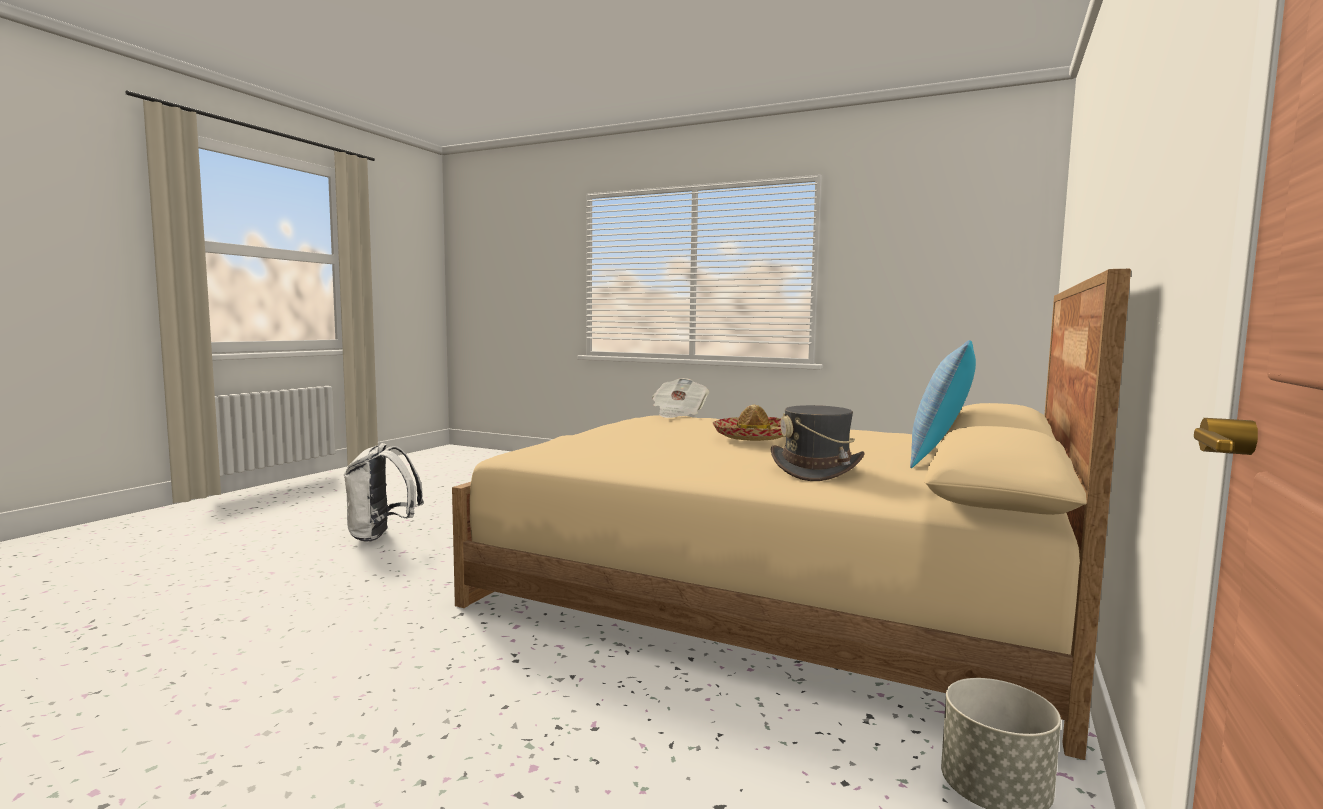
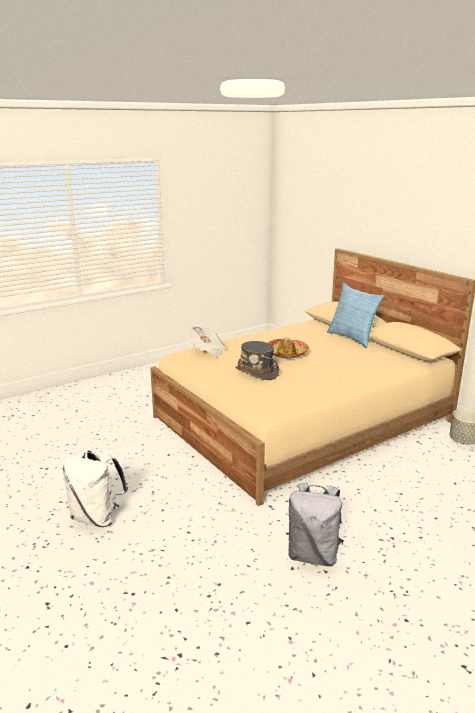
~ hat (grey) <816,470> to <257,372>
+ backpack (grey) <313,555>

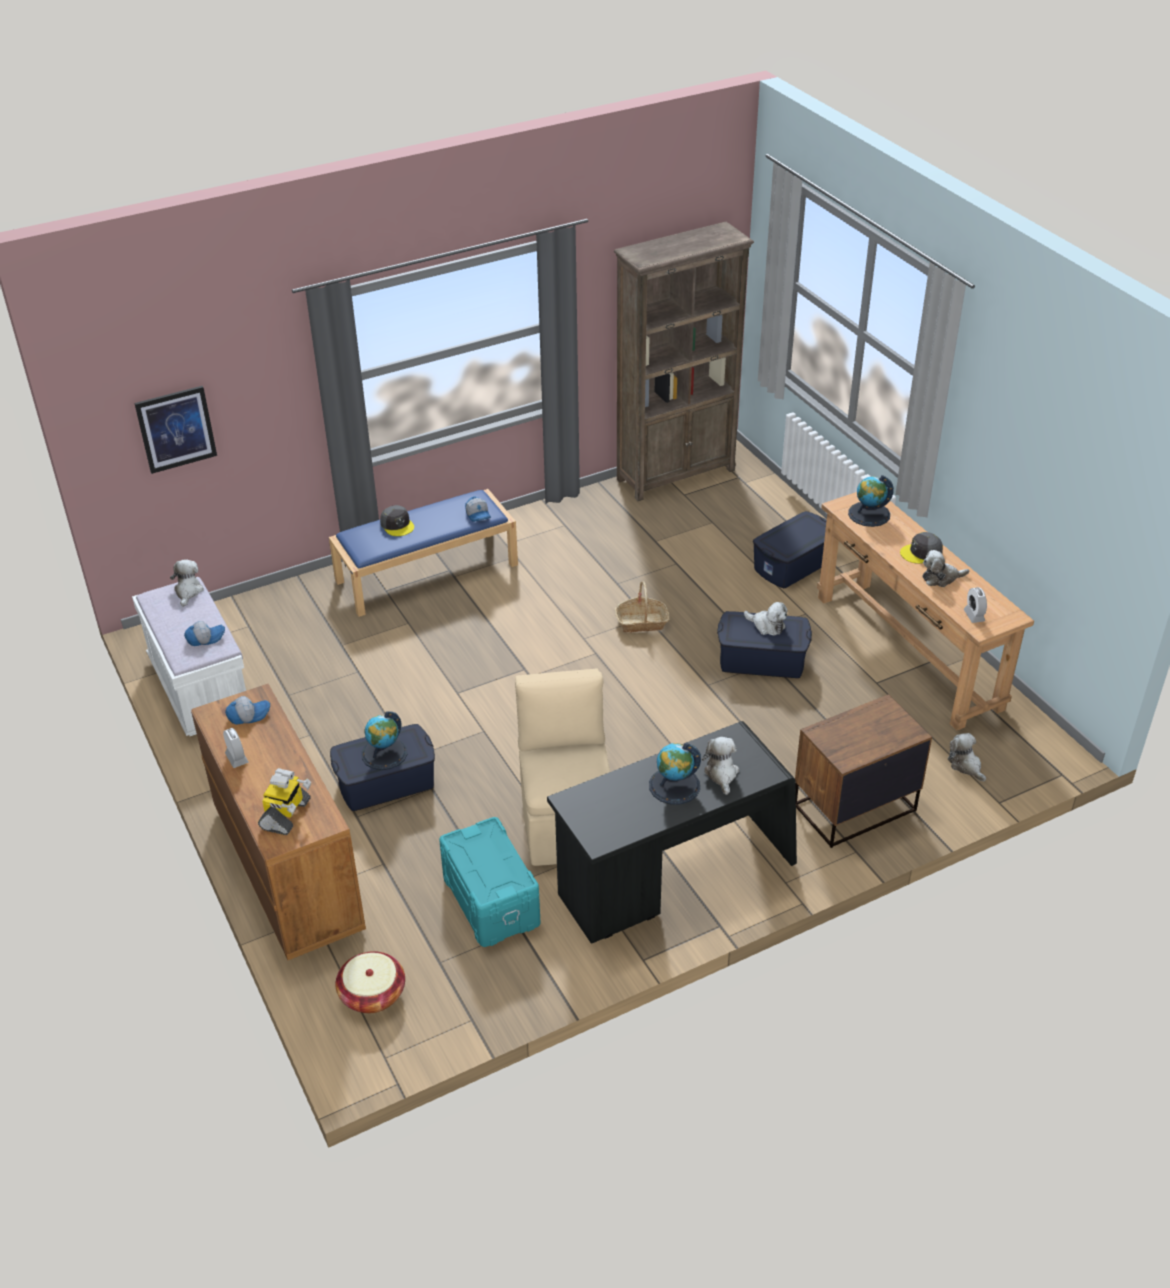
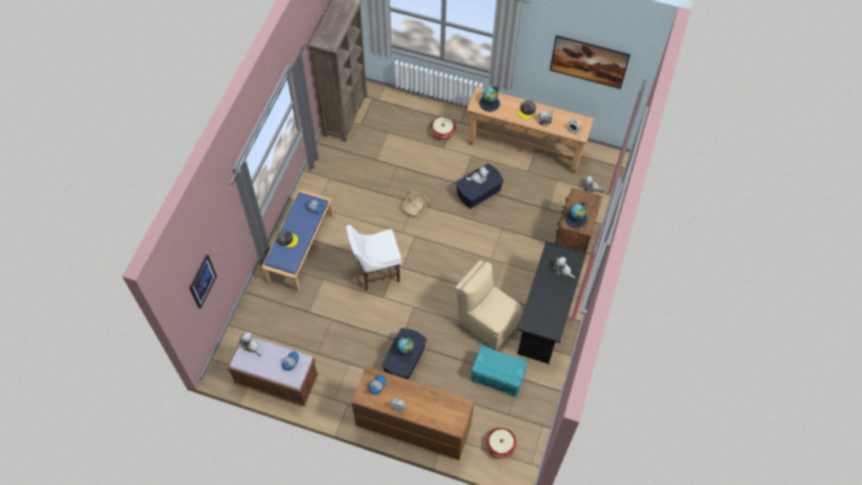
~ storage box (blue-coloured) <794,565> to household basket <442,132>
~ long seat (white-coloured) <200,689> to long seat (brownish) <276,380>
~ world globe <674,786> to <576,219>
- toy robot <286,815>
+ wall art <587,70>
+ upright chair (white-coloured) <376,272>

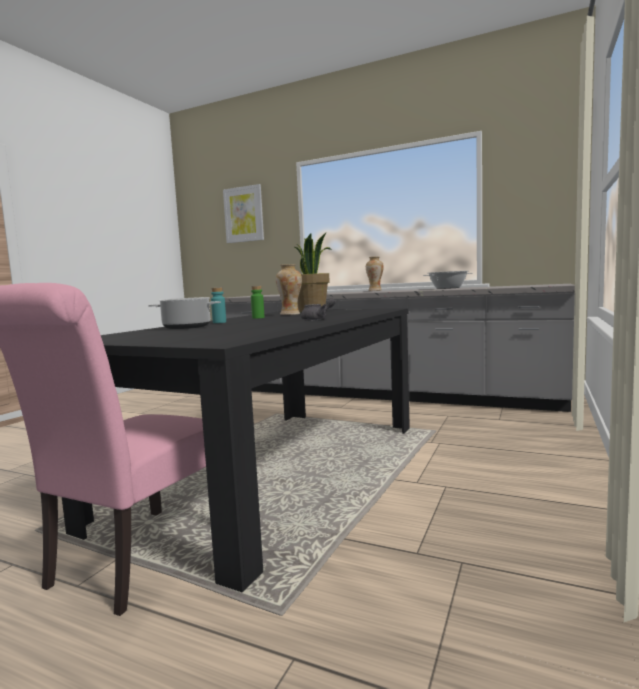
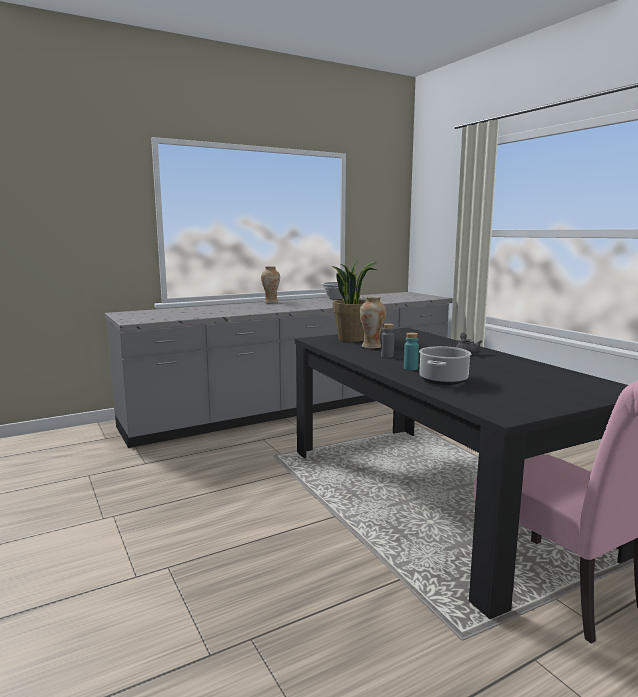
- wall art <244,214>
~ bottle (green) <258,318> to bottle (grey) <387,356>

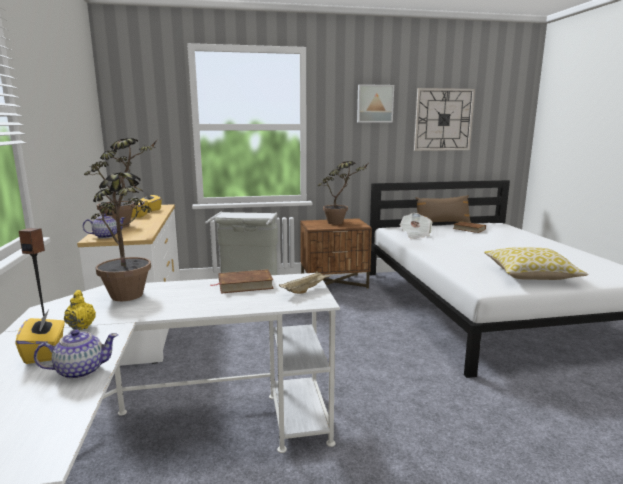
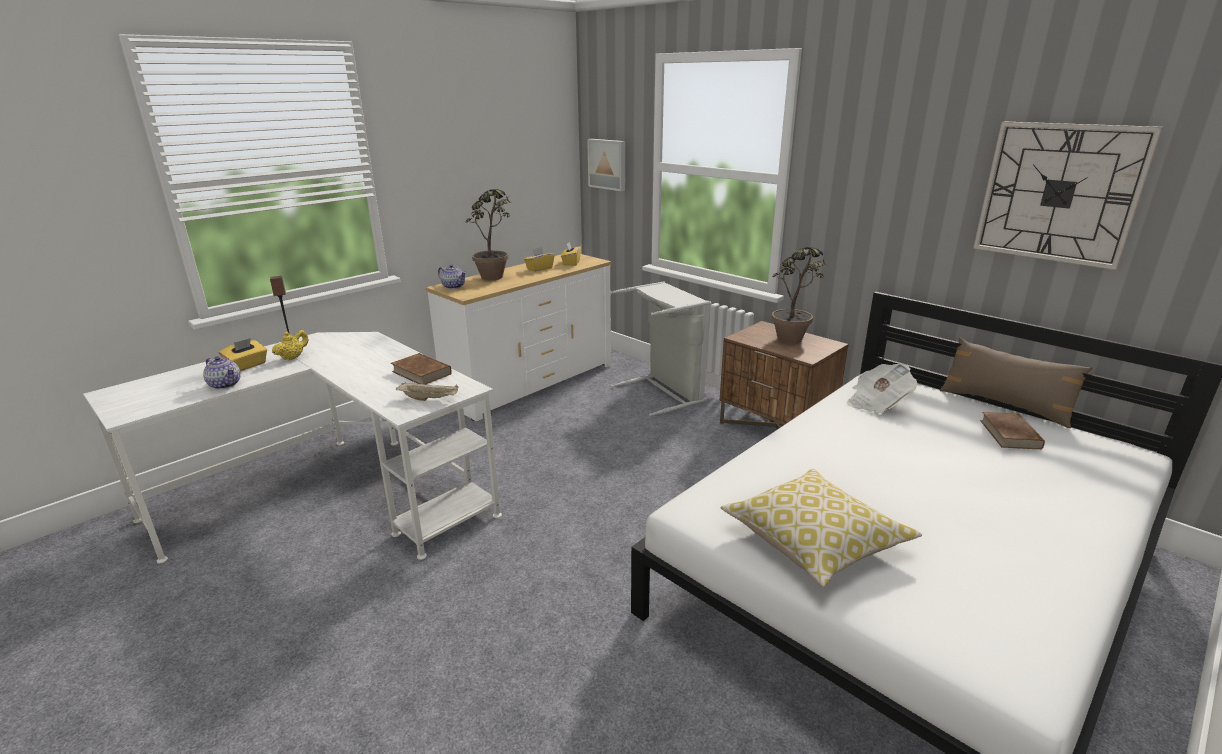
~ wall art <374,103> to <608,164>
- potted plant <129,299>

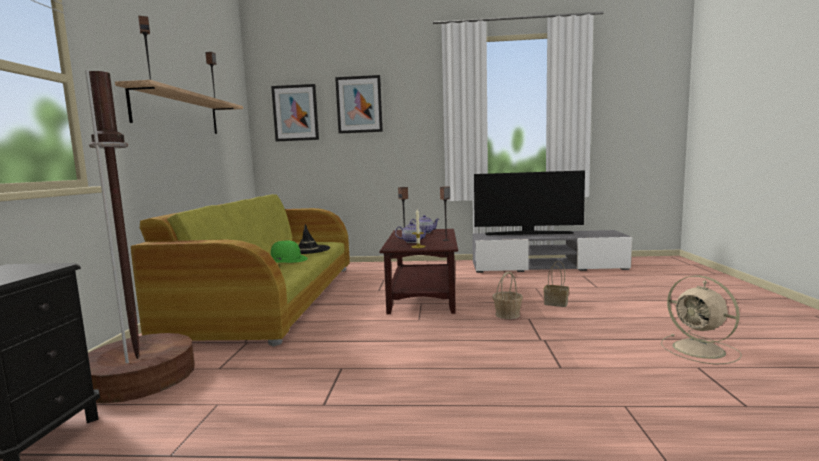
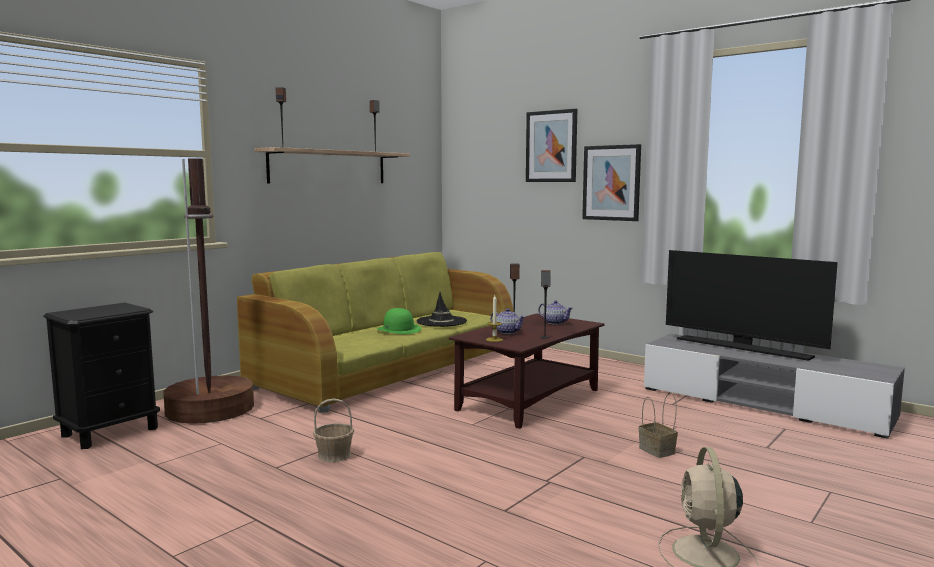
~ wall art <295,113> to <611,183>
~ household basket <507,314> to <334,455>

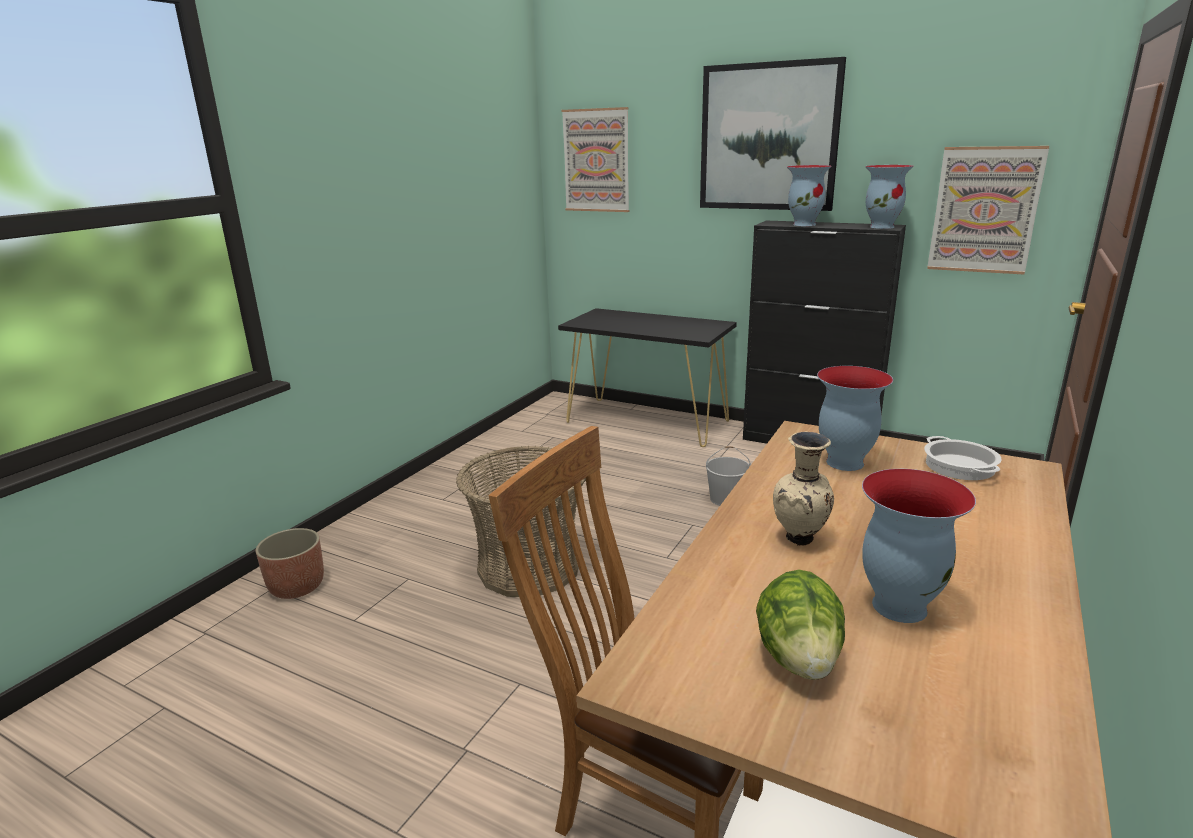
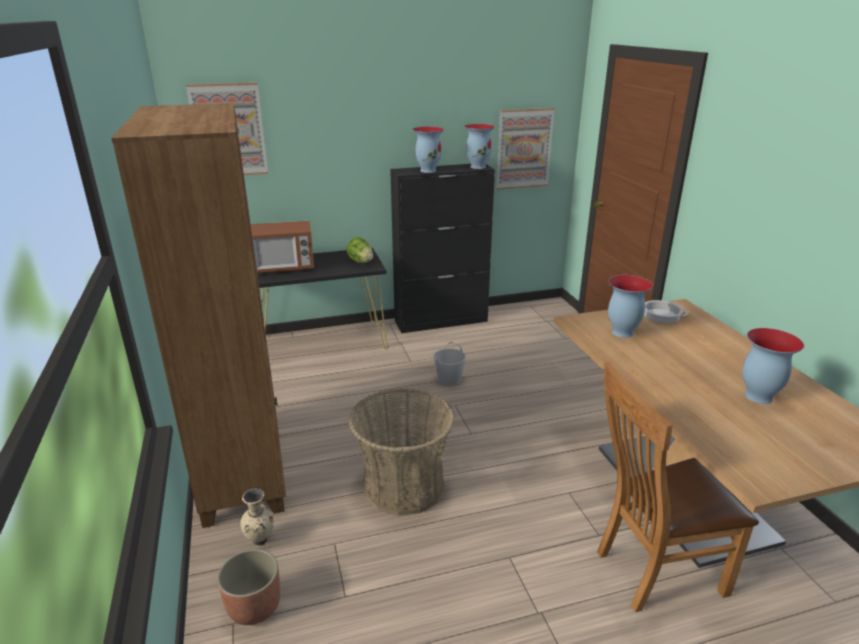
- wall art <768,137>
~ decorative vase (sand-coloured) <800,540> to <260,541>
~ lettuce <798,658> to <360,262>
+ shelving unit (brownish) <244,466>
+ microwave <284,267>

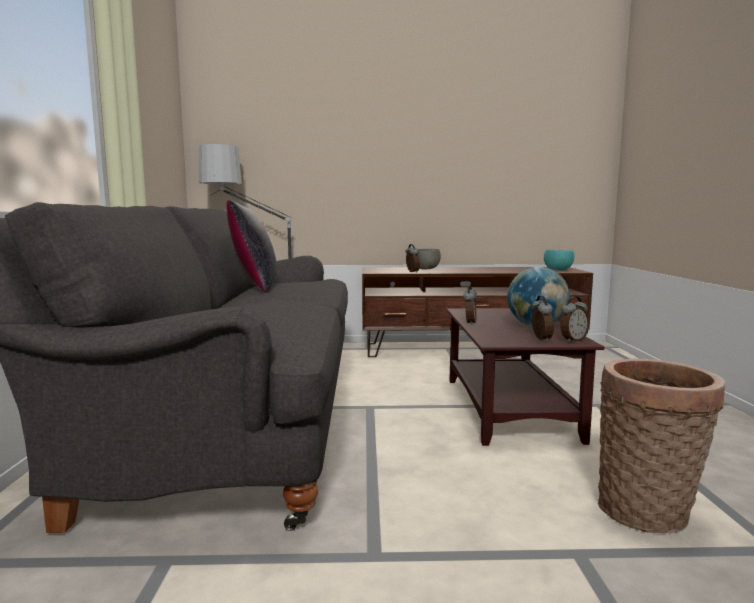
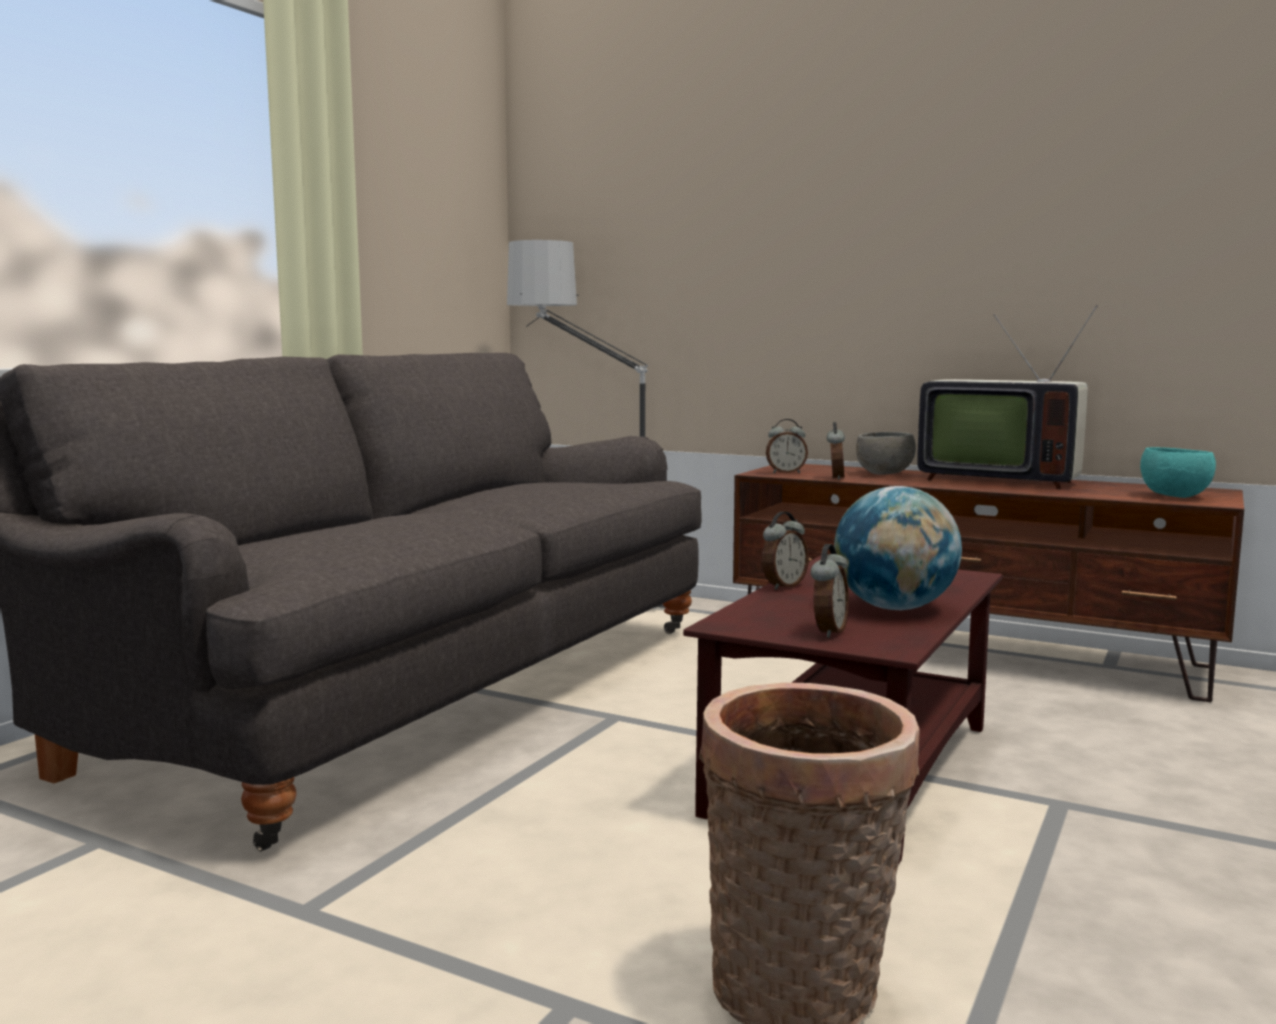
- cushion (black) <255,287>
~ table clock <572,340> to <786,472>
+ TV set <997,480>

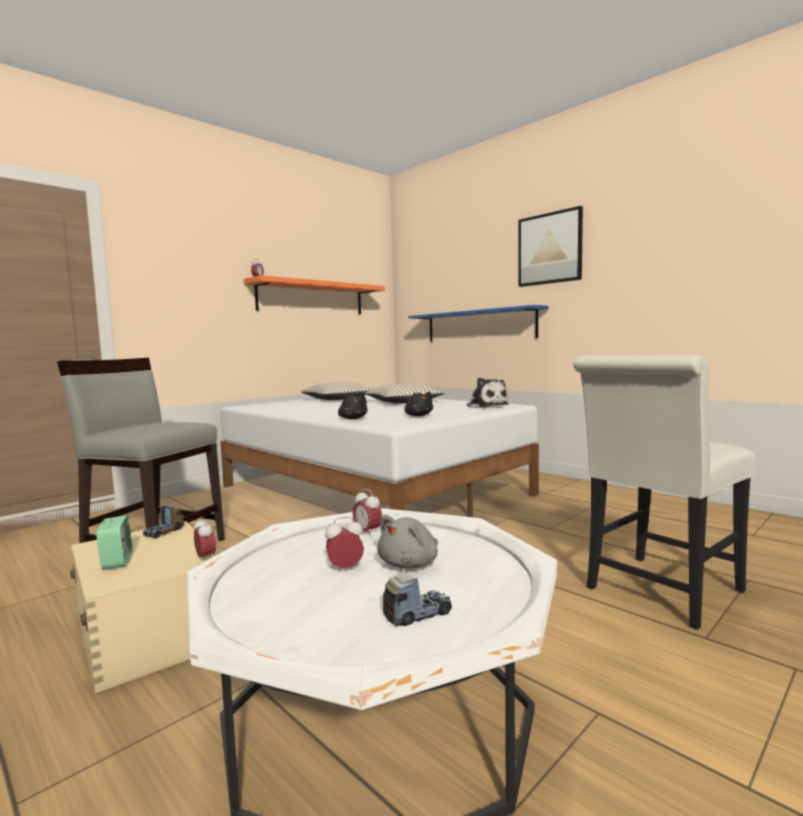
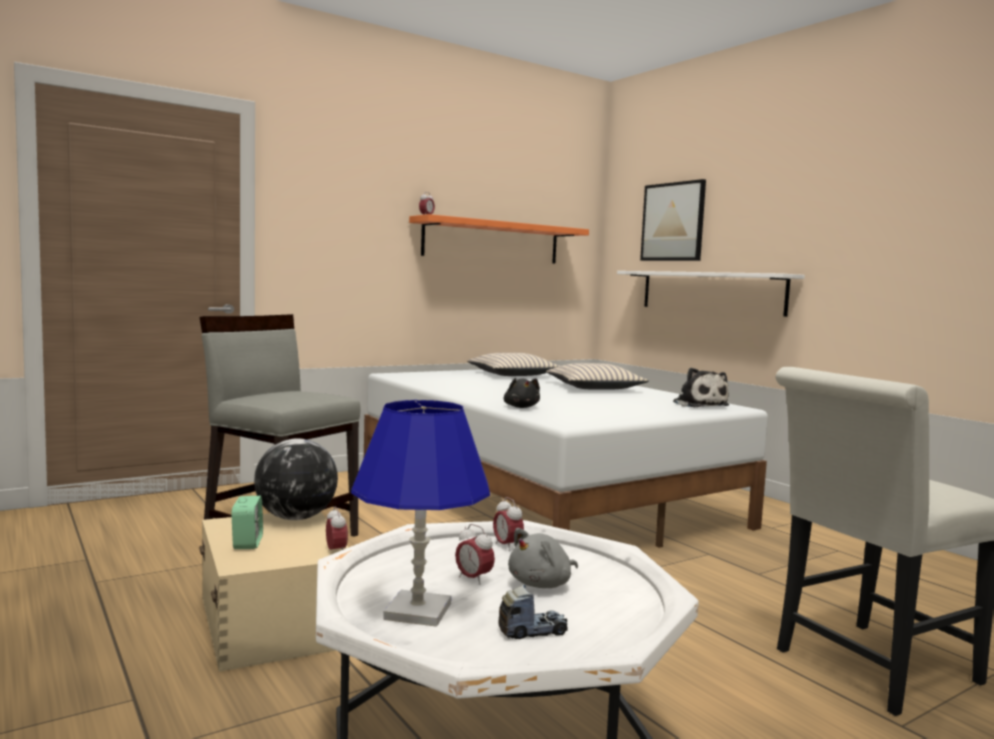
~ wall art <549,248> to <673,222>
~ shelf (blue-coloured) <479,325> to shelf (white-coloured) <710,292>
- cuddly toy (black) <418,416>
~ toy truck <164,532> to world globe <295,518>
~ table clock <345,568> = <473,579> 135 degrees counterclockwise
+ table lamp (blue-coloured) <418,611>

